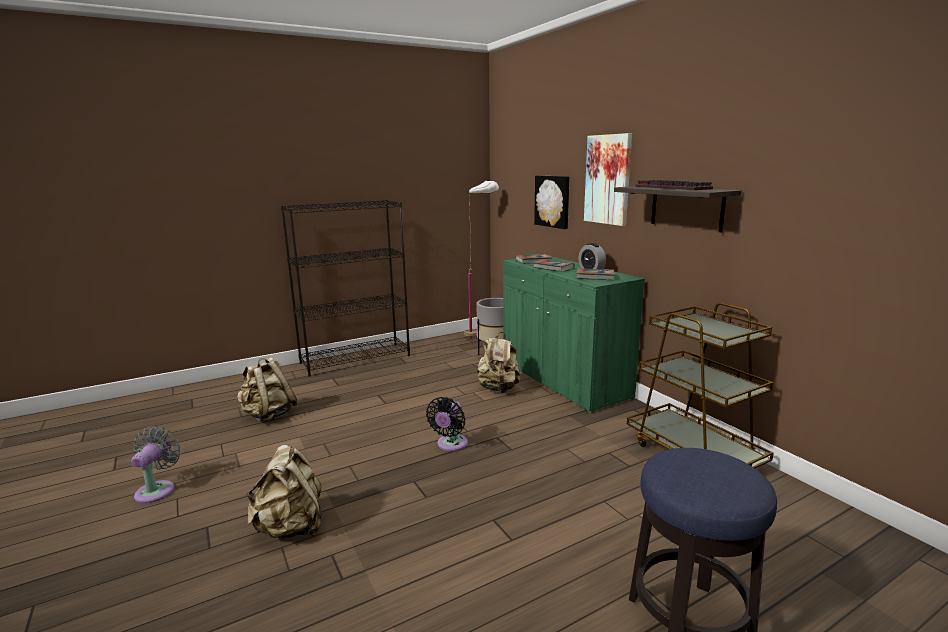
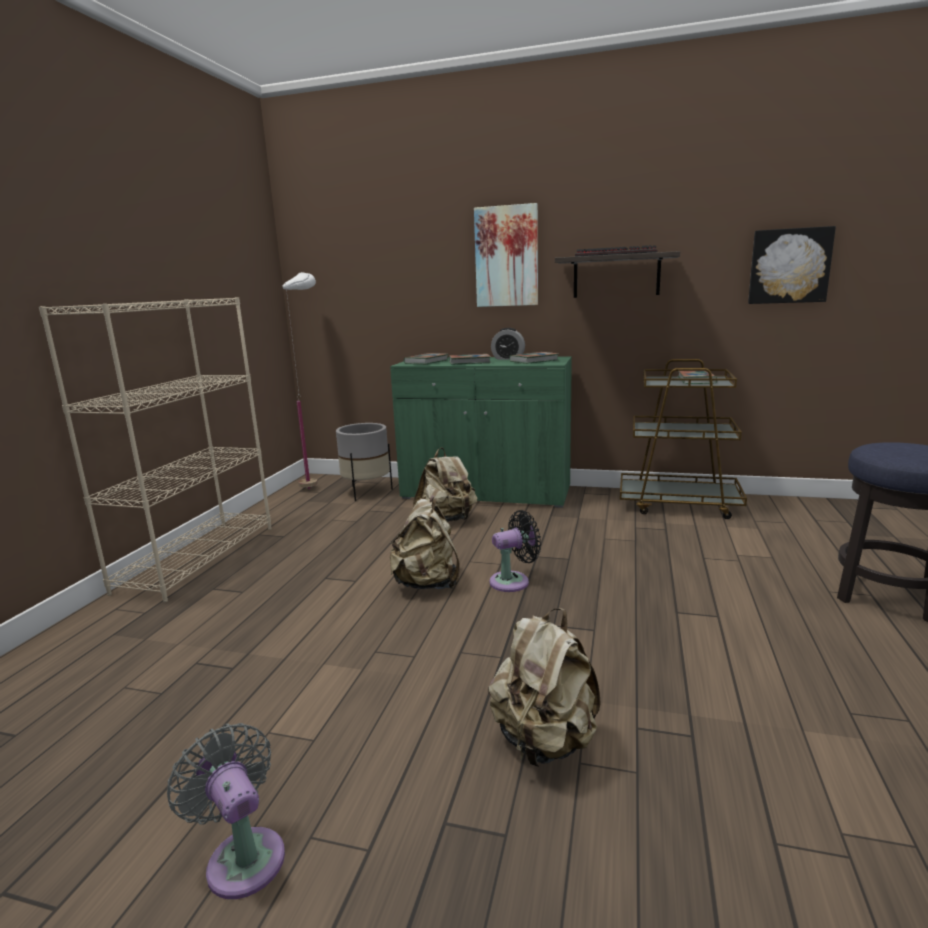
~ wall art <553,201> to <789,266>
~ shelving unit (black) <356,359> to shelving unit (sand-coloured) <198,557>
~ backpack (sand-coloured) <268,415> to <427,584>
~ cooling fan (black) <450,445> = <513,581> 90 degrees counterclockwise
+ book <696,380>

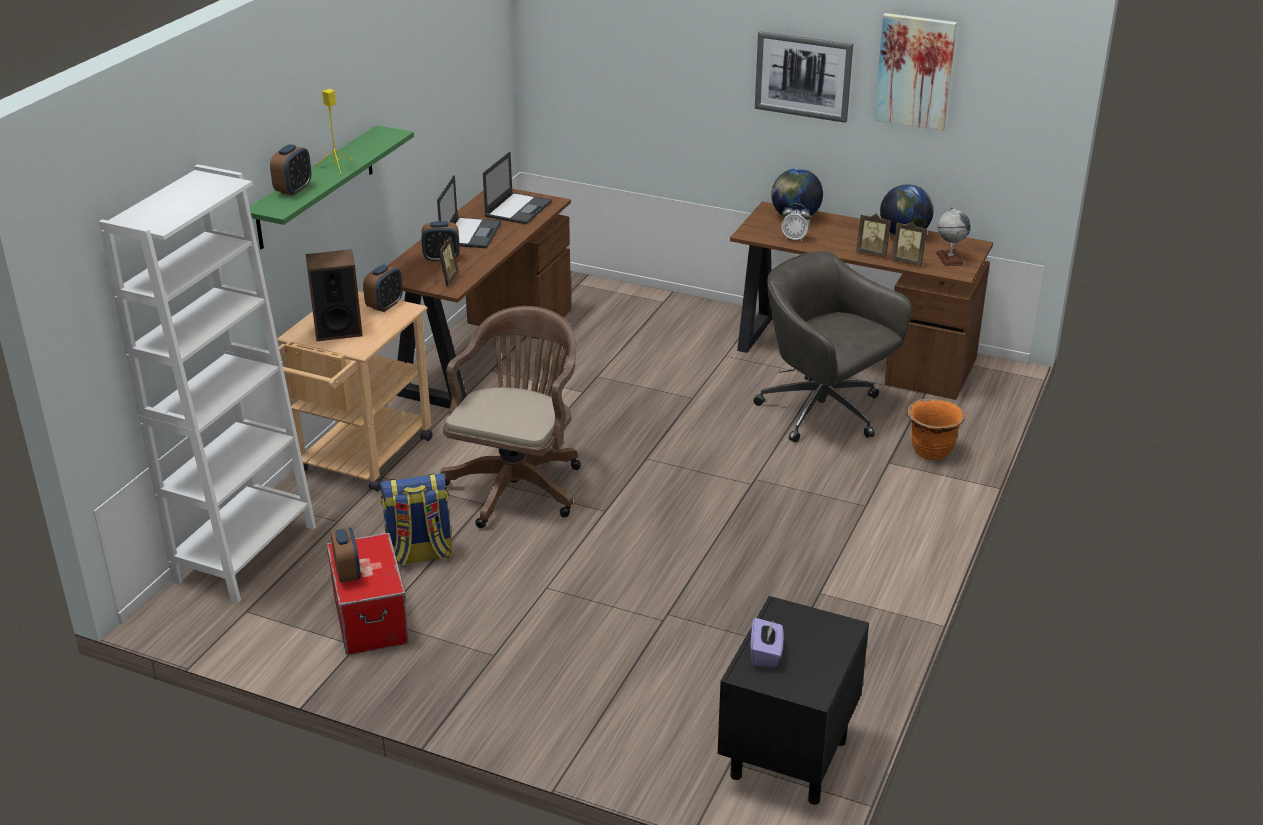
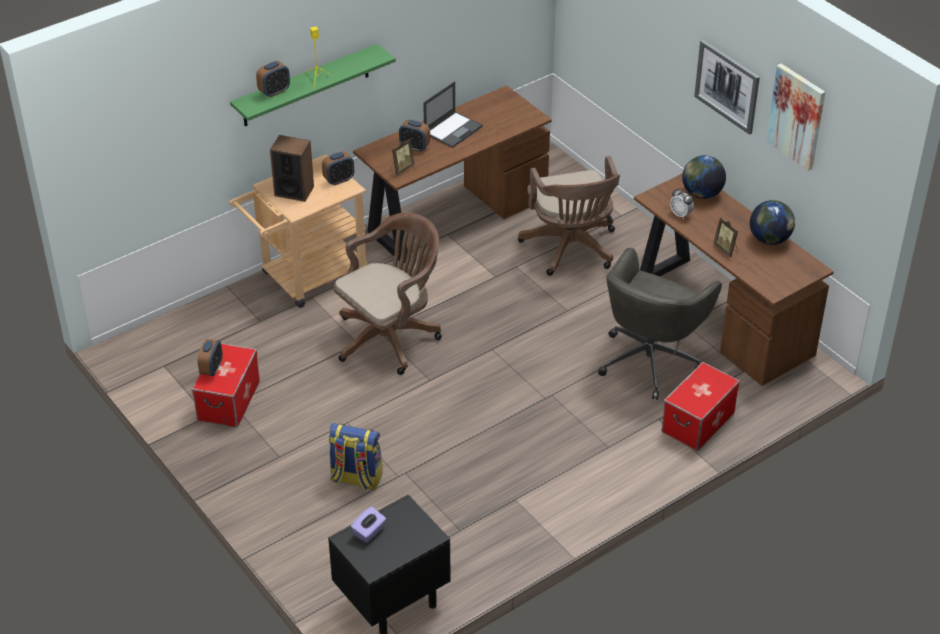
- laptop <518,209>
- shelving unit (white-coloured) <246,554>
- world globe <949,258>
- picture frame <908,262>
~ office chair (grey) <824,413> = <650,359> 135 degrees counterclockwise
~ plant pot (orange-coloured) <931,451> to storage box <698,422>
~ backpack <419,555> to <356,478>
+ office chair (brownish) <571,250>

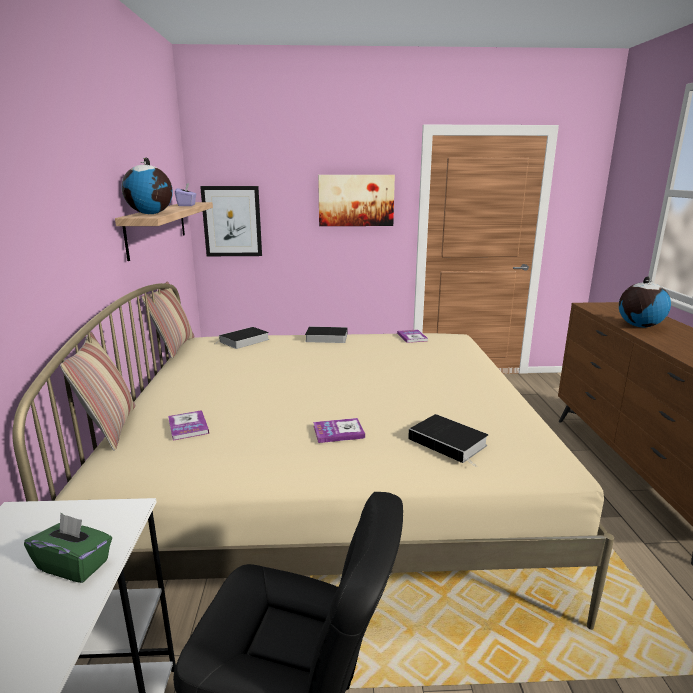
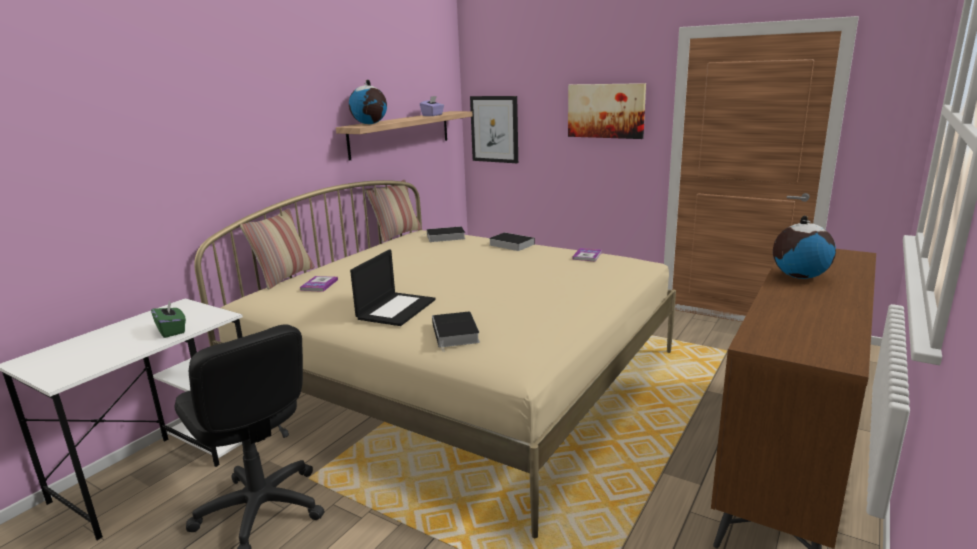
~ book <338,432> to laptop <396,309>

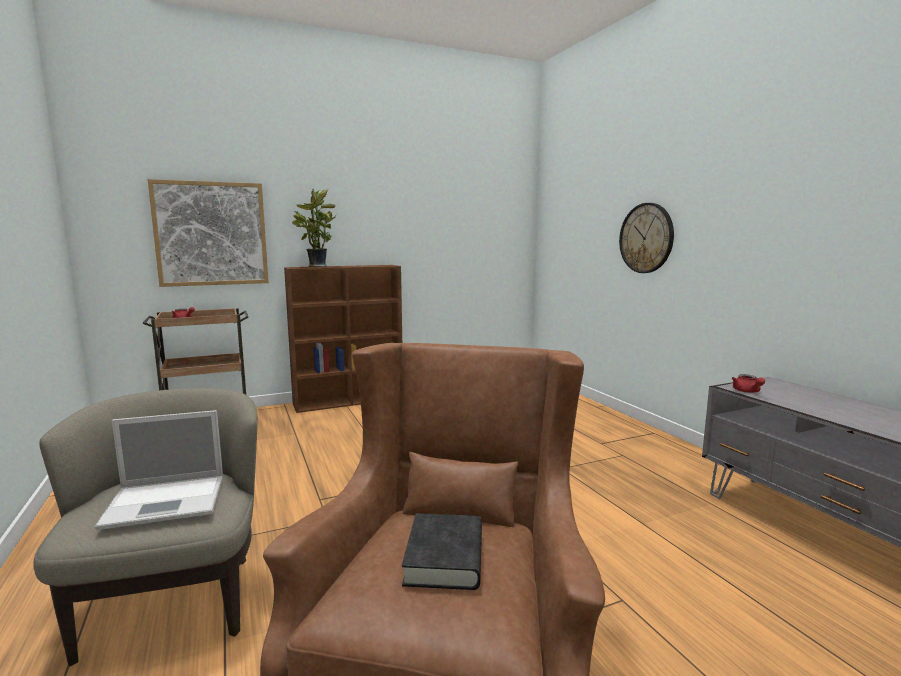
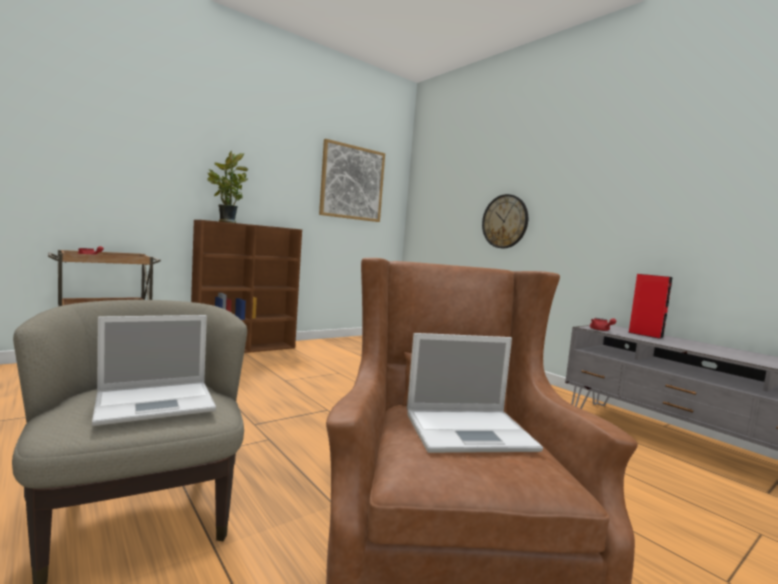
~ wall art <211,234> to <352,183>
~ book (black) <445,558> to laptop <471,431>
+ speaker (reddish) <645,335>

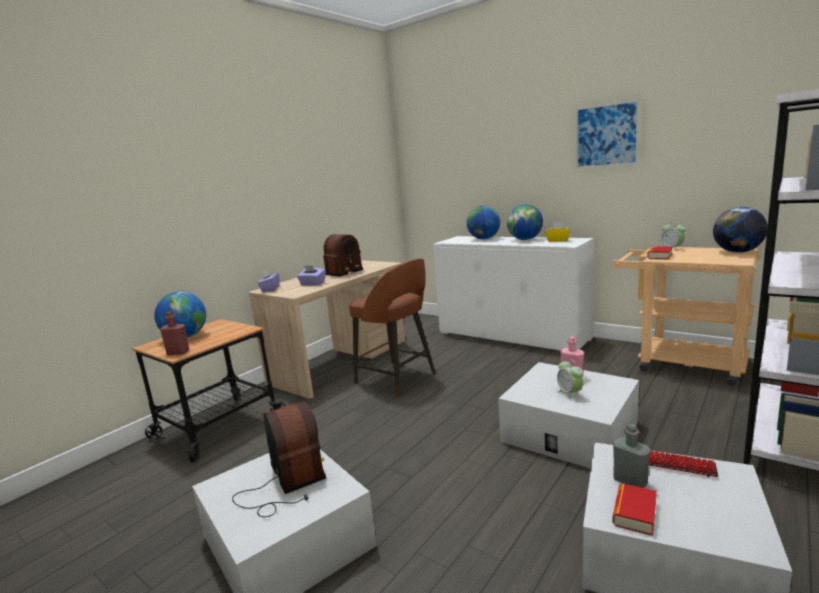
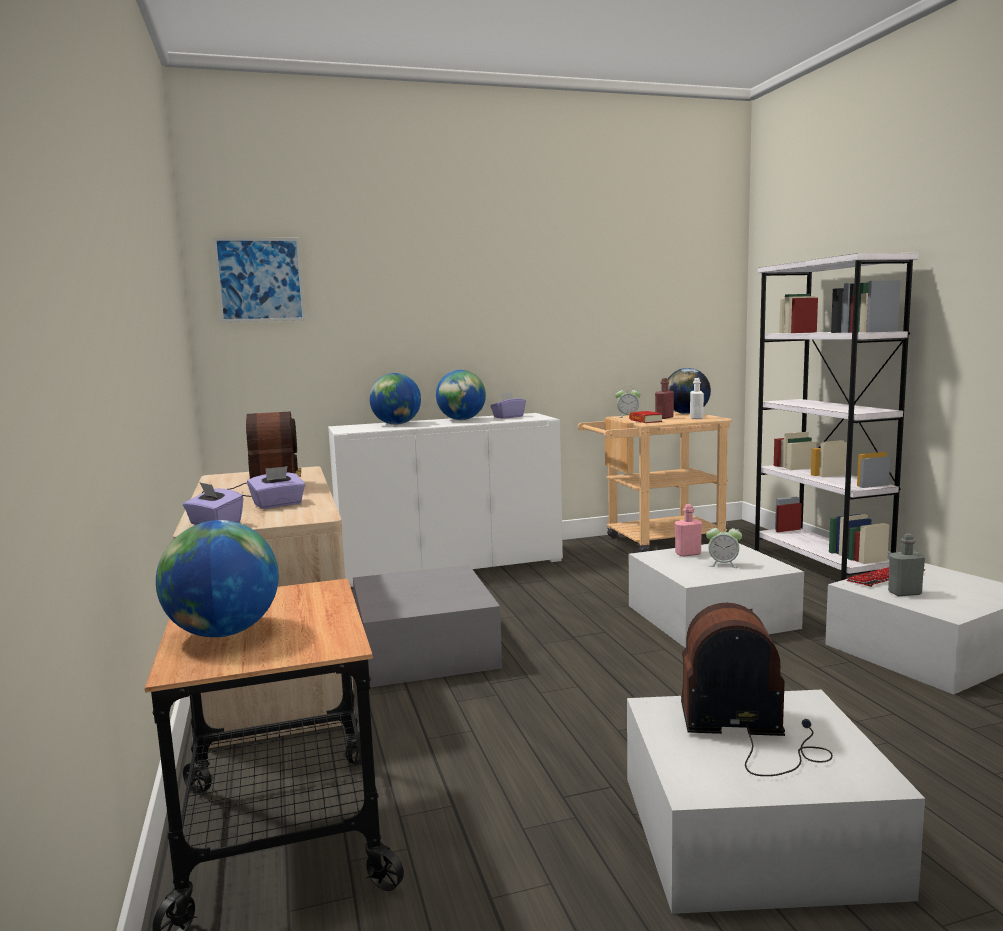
~ wall art <606,135> to <260,280>
~ tissue box (yellow-coloured) <557,240> to tissue box (purplish) <508,417>
~ sitting stool (brownish) <397,378> to storage box (grey) <424,649>
~ bottle (reddish) <178,352> to <664,417>
- book <634,513>
+ bottle (white-coloured) <696,418>

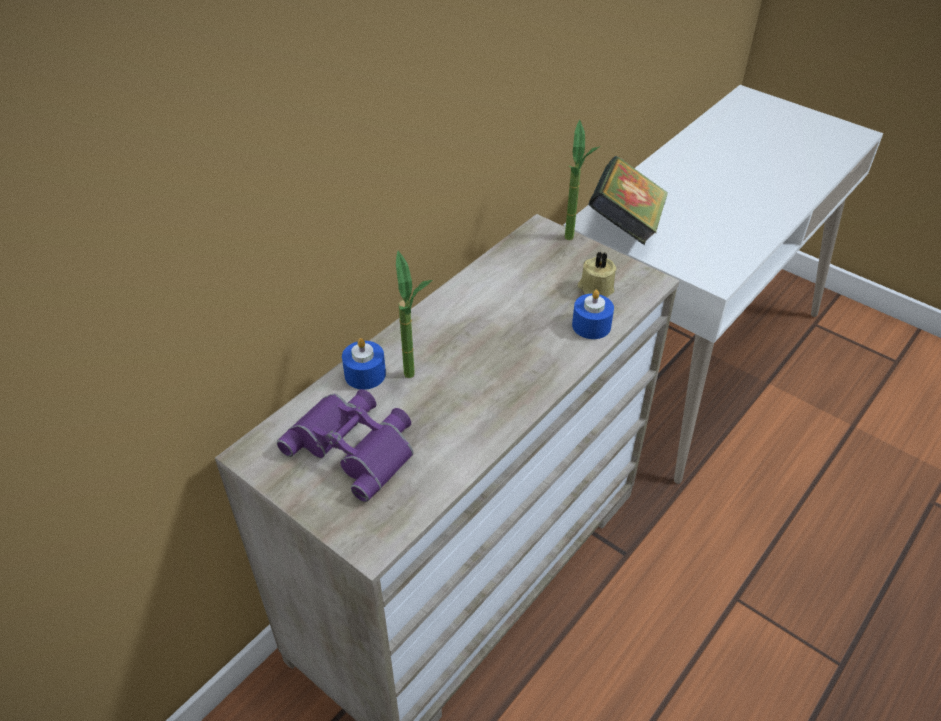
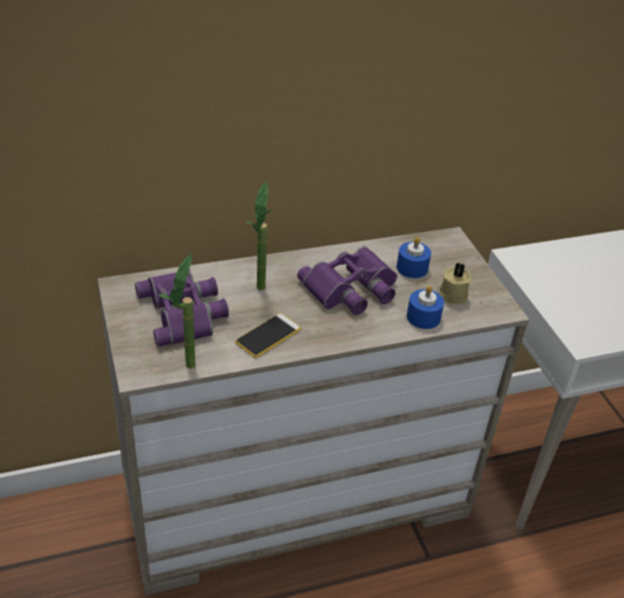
~ potted plant <572,243> to <186,372>
- book <625,225>
~ wax candle (blue-coloured) <365,374> to <412,268>
+ binoculars (purplish) <352,289>
+ telephone <268,336>

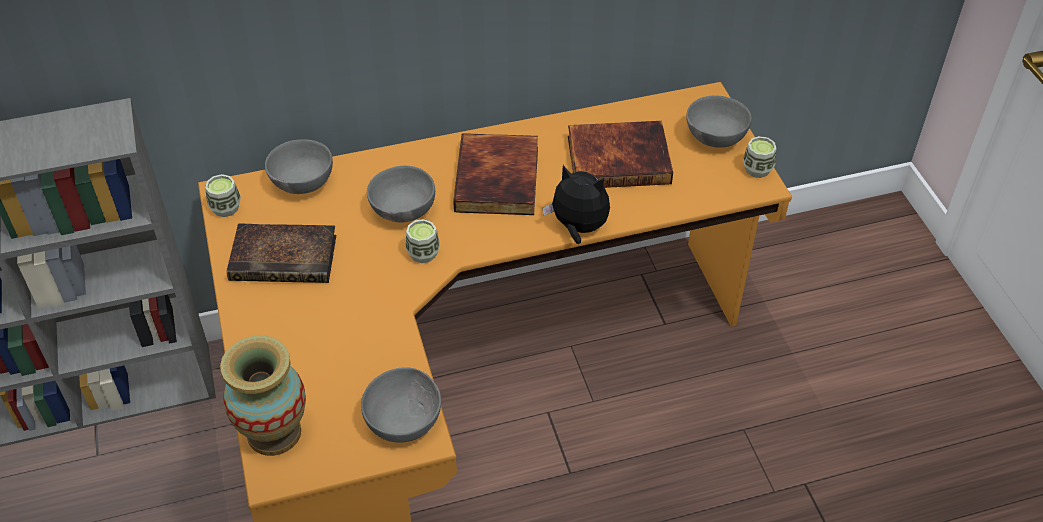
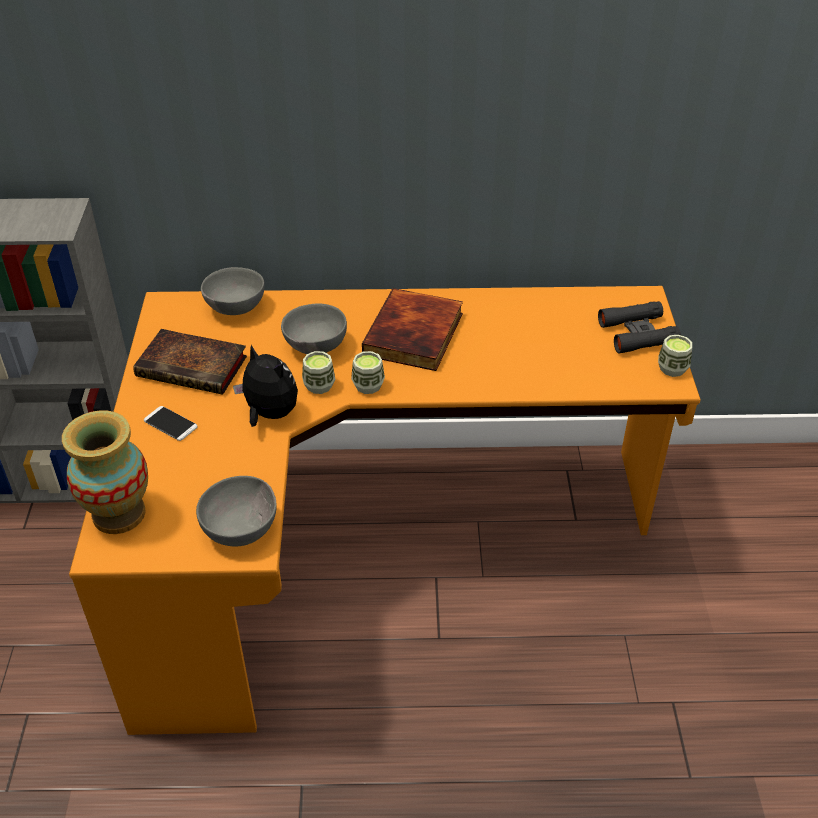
~ serving bowl (grey) <713,138> to binoculars (black) <637,333>
- book <619,158>
~ cuddly toy <578,228> to <269,414>
~ drinking cup <226,208> to <368,385>
+ telephone <170,424>

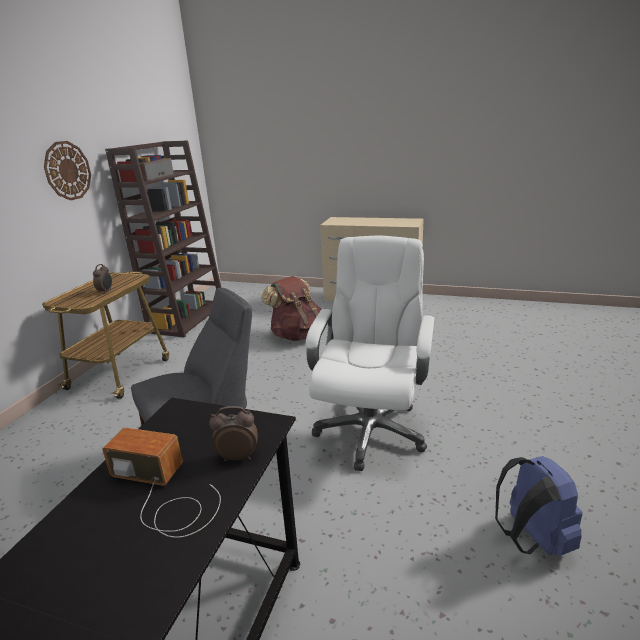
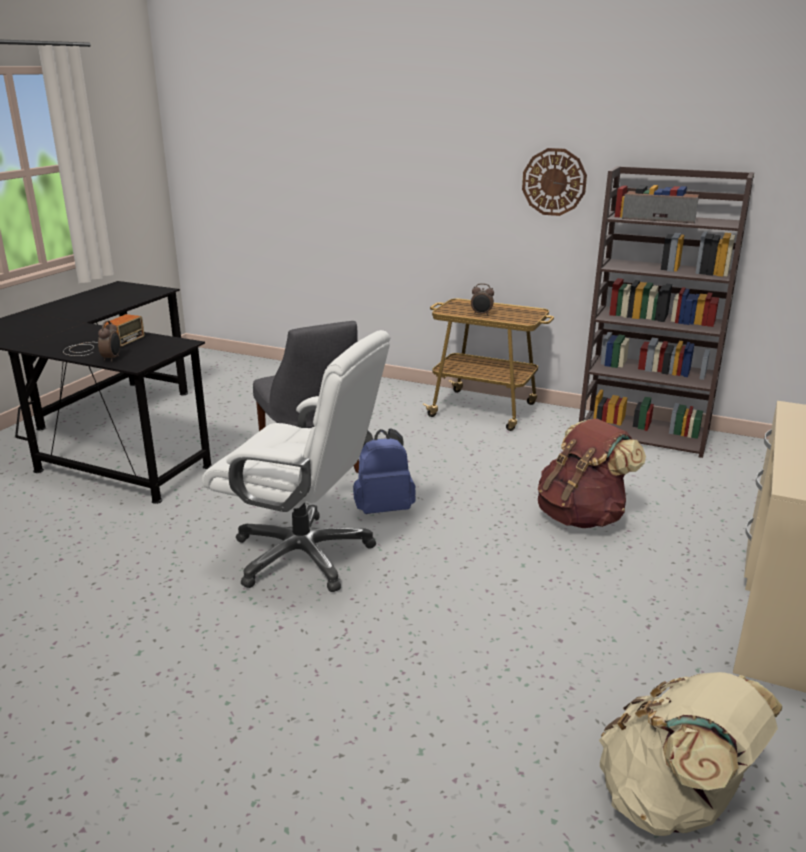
~ backpack (blue-coloured) <531,539> to <383,508>
+ backpack (sand-coloured) <673,803>

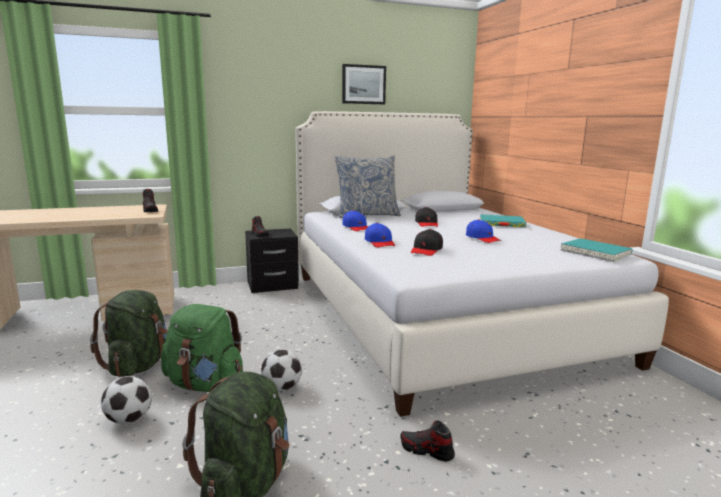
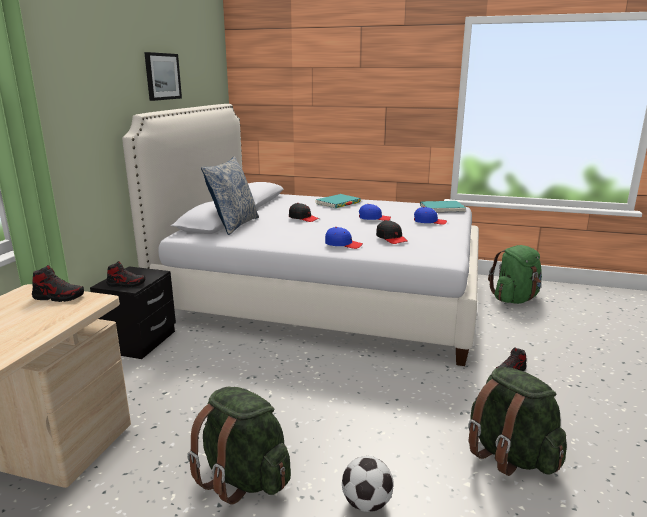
~ peaked cap (blue-coloured) <356,227> to <429,222>
~ backpack (green) <205,384> to <515,299>
- football <281,388>

